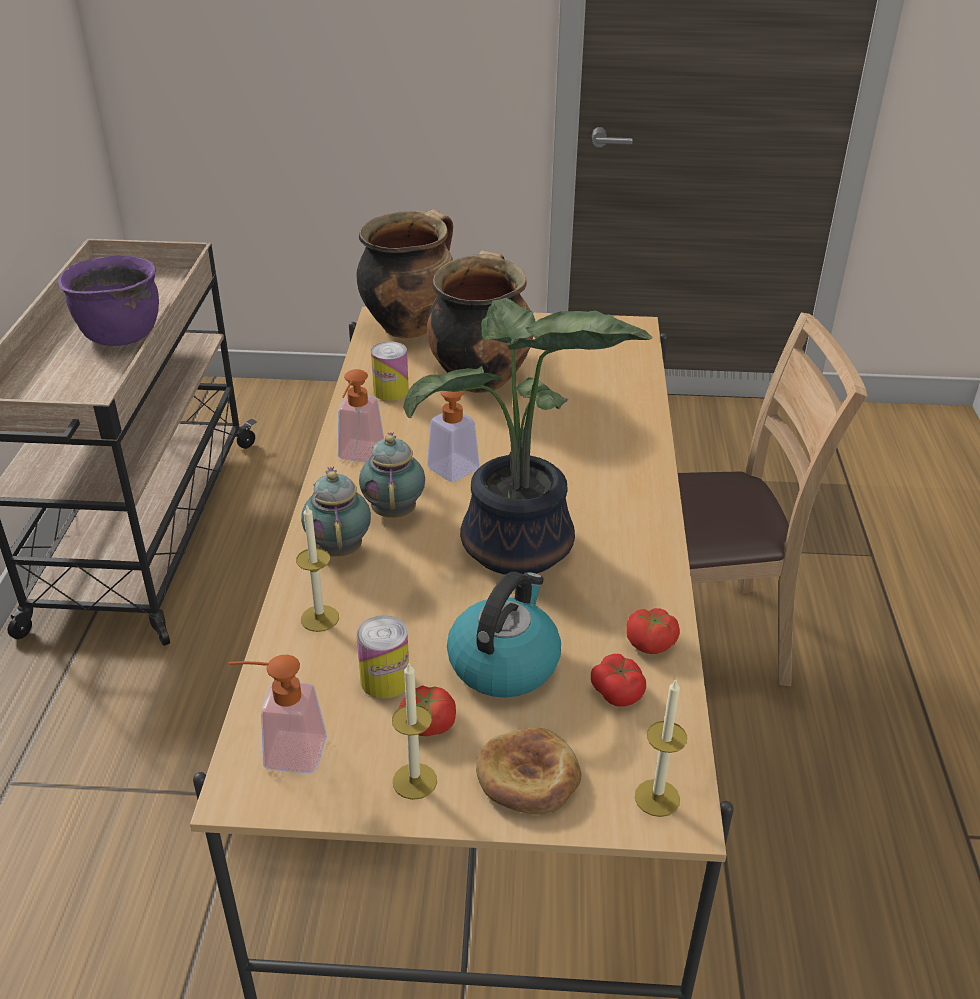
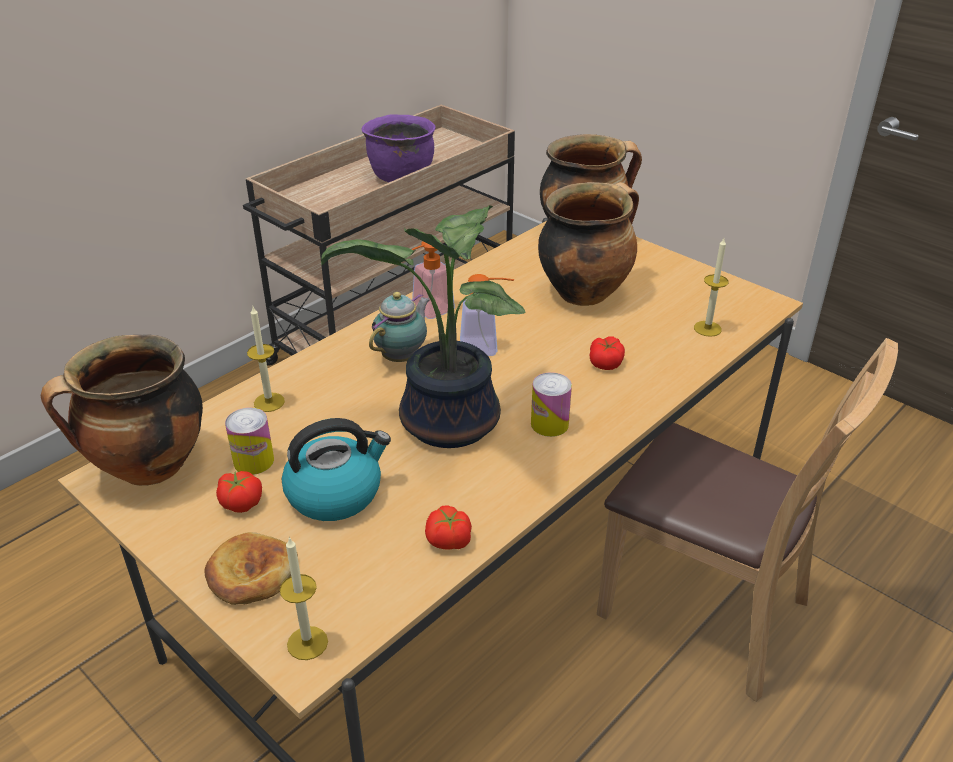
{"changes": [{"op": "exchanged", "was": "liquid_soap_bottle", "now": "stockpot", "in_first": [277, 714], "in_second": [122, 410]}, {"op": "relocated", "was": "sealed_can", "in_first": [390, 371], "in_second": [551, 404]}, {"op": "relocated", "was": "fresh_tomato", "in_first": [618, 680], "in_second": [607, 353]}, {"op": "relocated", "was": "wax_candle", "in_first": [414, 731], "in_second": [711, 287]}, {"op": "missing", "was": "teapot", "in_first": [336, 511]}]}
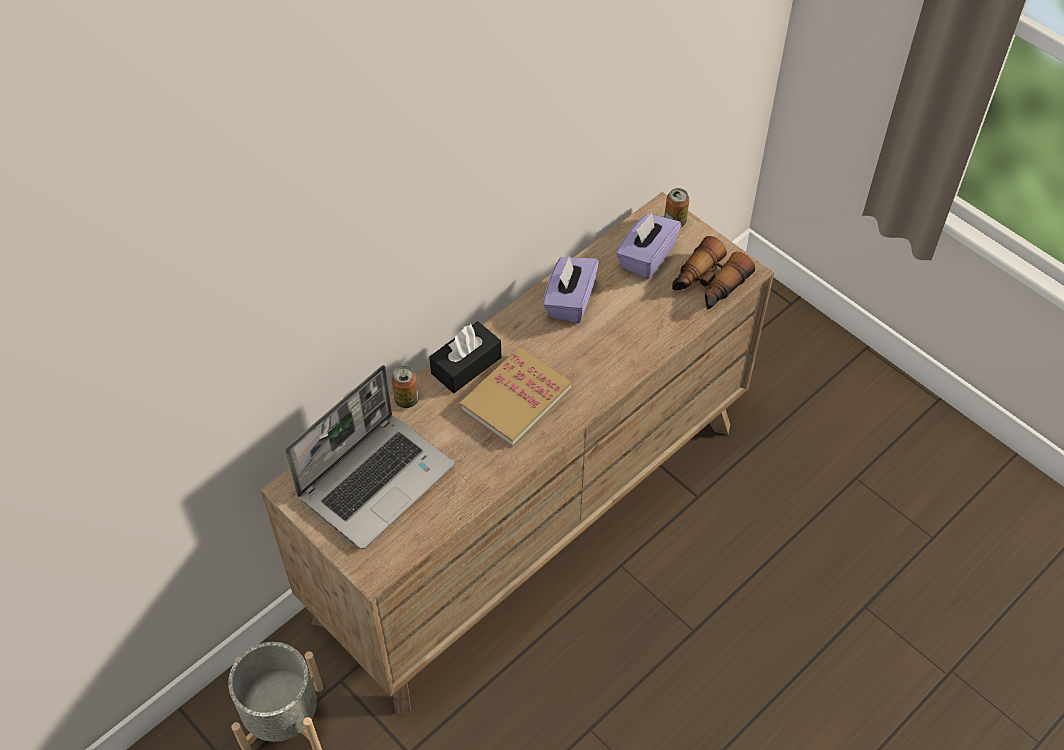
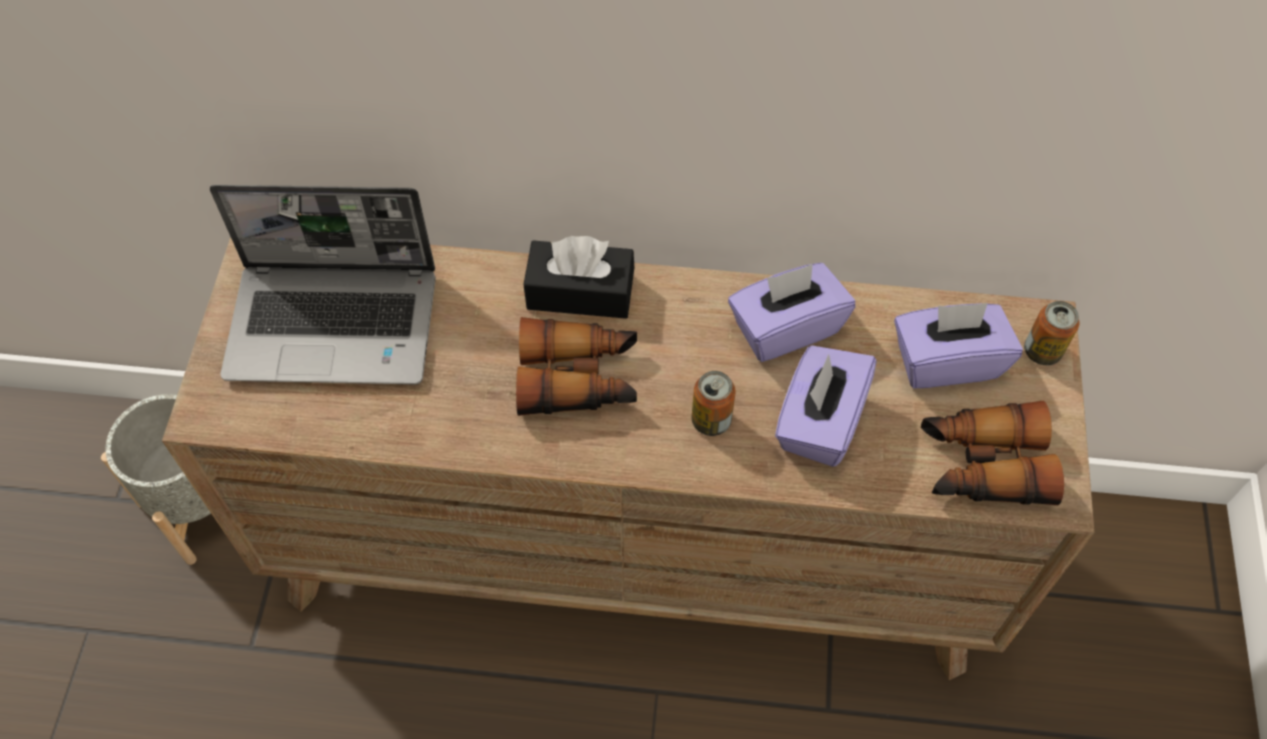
{"changes": [{"op": "exchanged", "was": "volume", "now": "binoculars", "in_first": [515, 397], "in_second": [576, 366]}, {"op": "relocated", "was": "sealed_can", "in_first": [405, 387], "in_second": [714, 403]}, {"op": "appeared", "now": "purplish_tissue_box", "in_second": [826, 406]}]}
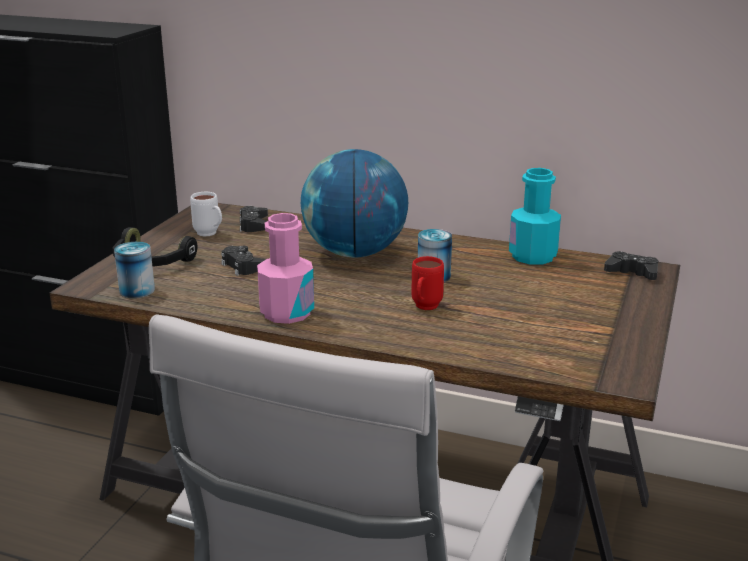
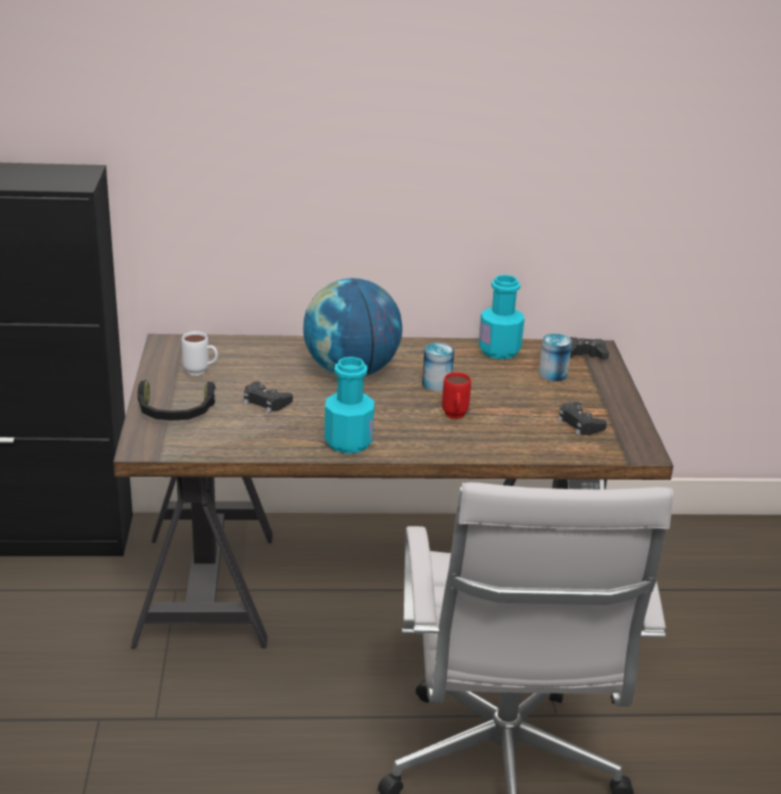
{"changes": [{"op": "colour", "was": "pink_beverage_bottle", "now": "turquoise_beverage_bottle", "in_first": [285, 268], "in_second": [349, 405]}, {"op": "relocated", "was": "sealed_can", "in_first": [134, 270], "in_second": [555, 358]}, {"op": "relocated", "was": "black_gamepad", "in_first": [254, 219], "in_second": [582, 418]}]}
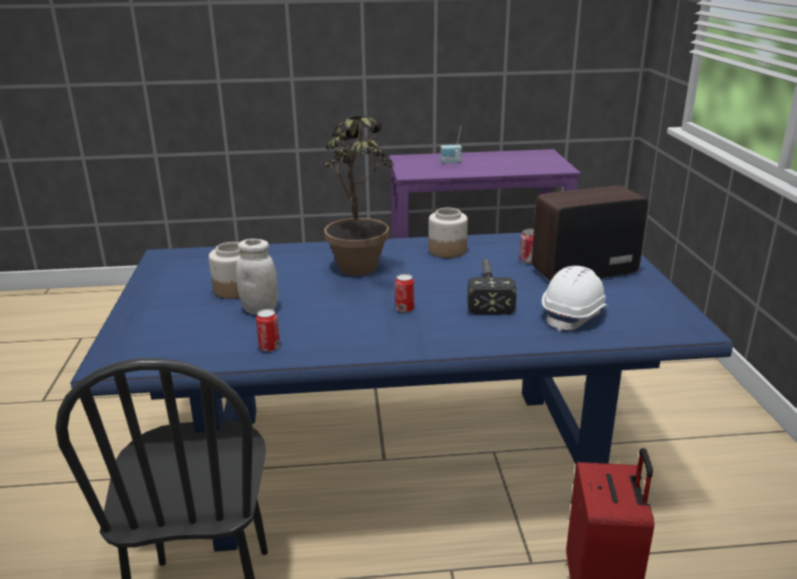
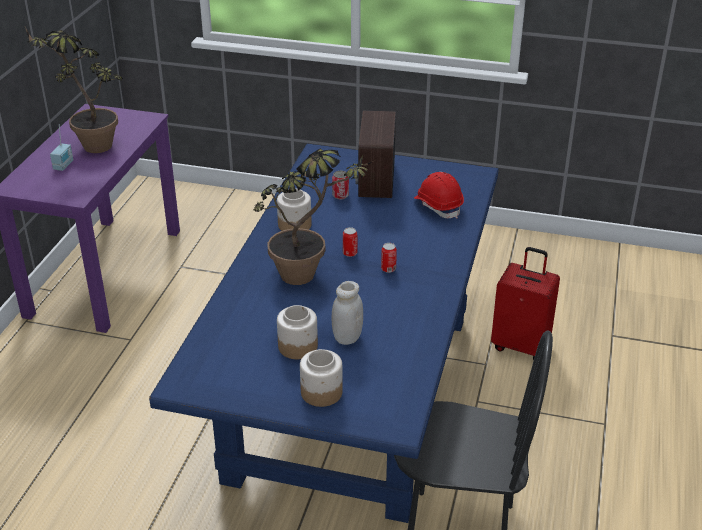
{"changes": [{"op": "appeared", "now": "plant_in_a_pot", "in_second": [74, 90]}, {"op": "appeared", "now": "storage_jar", "in_second": [321, 378]}, {"op": "relocated", "was": "sealed_can", "in_first": [268, 330], "in_second": [350, 242]}, {"op": "colour", "was": "white-coloured_safety_helmet", "now": "reddish_safety_helmet", "in_first": [575, 299], "in_second": [439, 195]}, {"op": "missing", "was": "hammer", "in_first": [491, 286]}]}
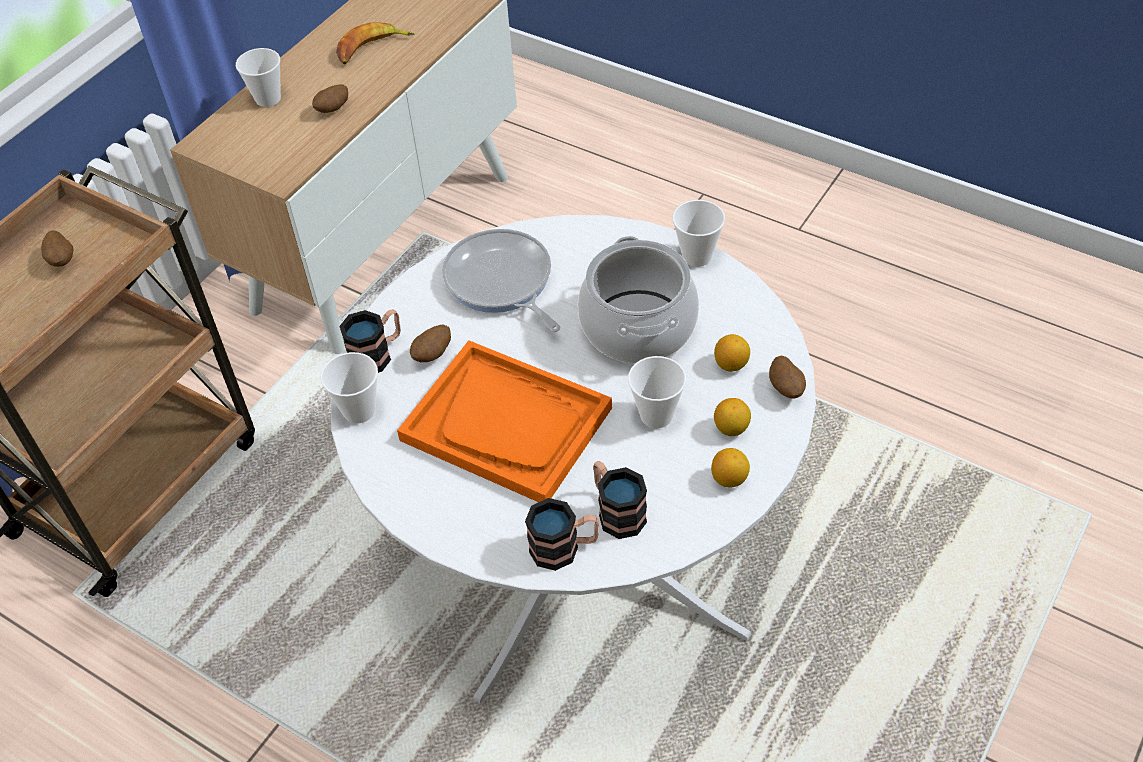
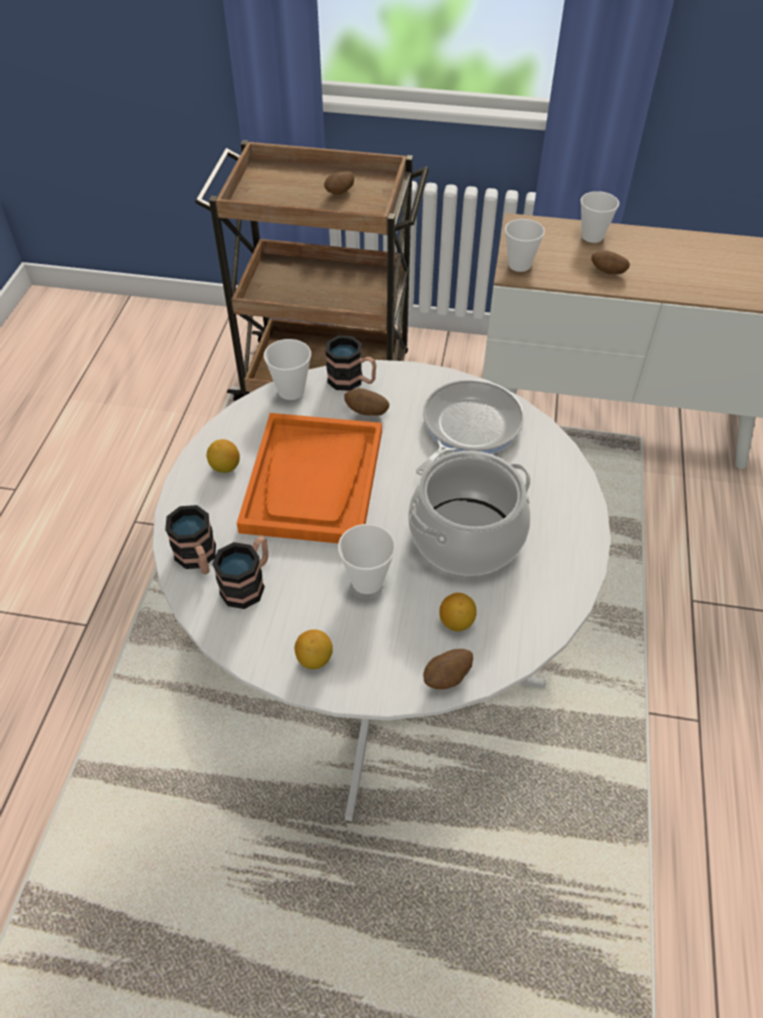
{"changes": [{"op": "relocated", "was": "lemon", "in_first": [732, 417], "in_second": [223, 456]}, {"op": "relocated", "was": "cup", "in_first": [698, 233], "in_second": [525, 245]}, {"op": "missing", "was": "banana_fruit", "in_first": [375, 43]}]}
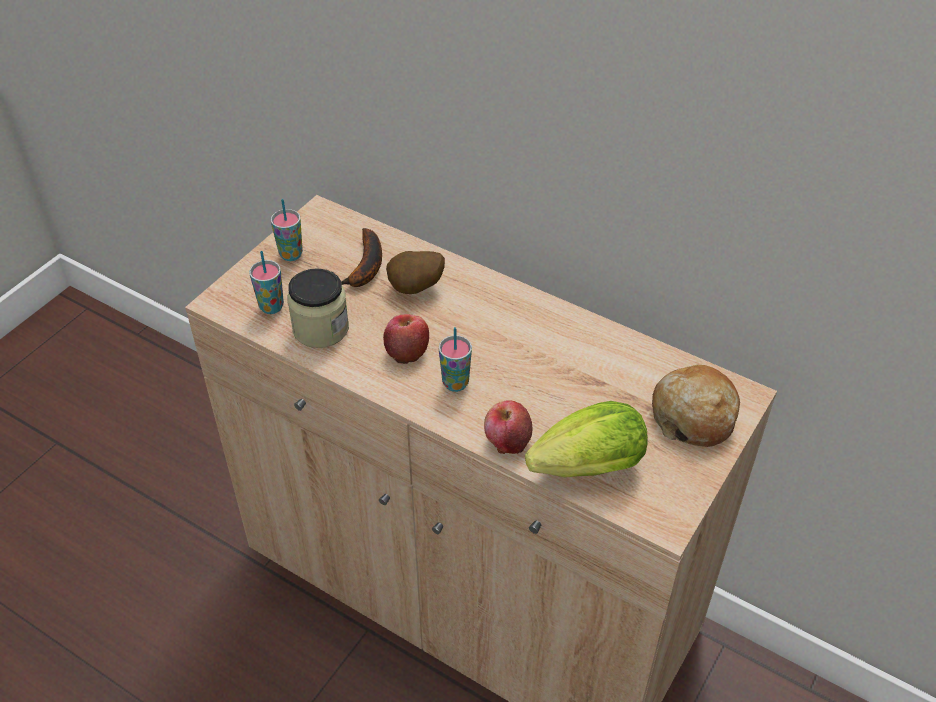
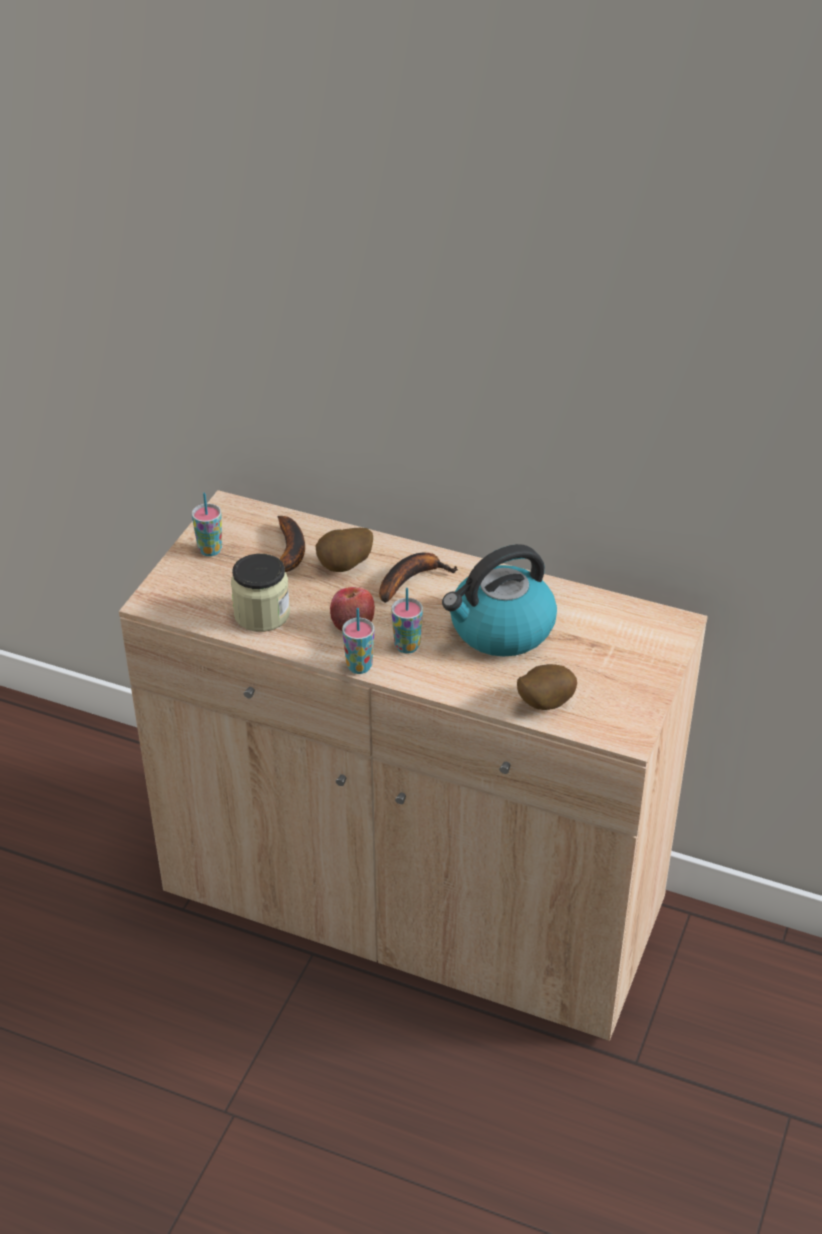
{"changes": [{"op": "relocated", "was": "cup", "in_first": [266, 282], "in_second": [358, 641]}, {"op": "appeared", "now": "banana_fruit", "in_second": [418, 577]}, {"op": "appeared", "now": "water_kettle", "in_second": [499, 600]}, {"op": "exchanged", "was": "head_of_lettuce", "now": "potato", "in_first": [586, 439], "in_second": [547, 687]}, {"op": "missing", "was": "apple_fruit", "in_first": [508, 427]}, {"op": "missing", "was": "bakery_bread", "in_first": [696, 406]}]}
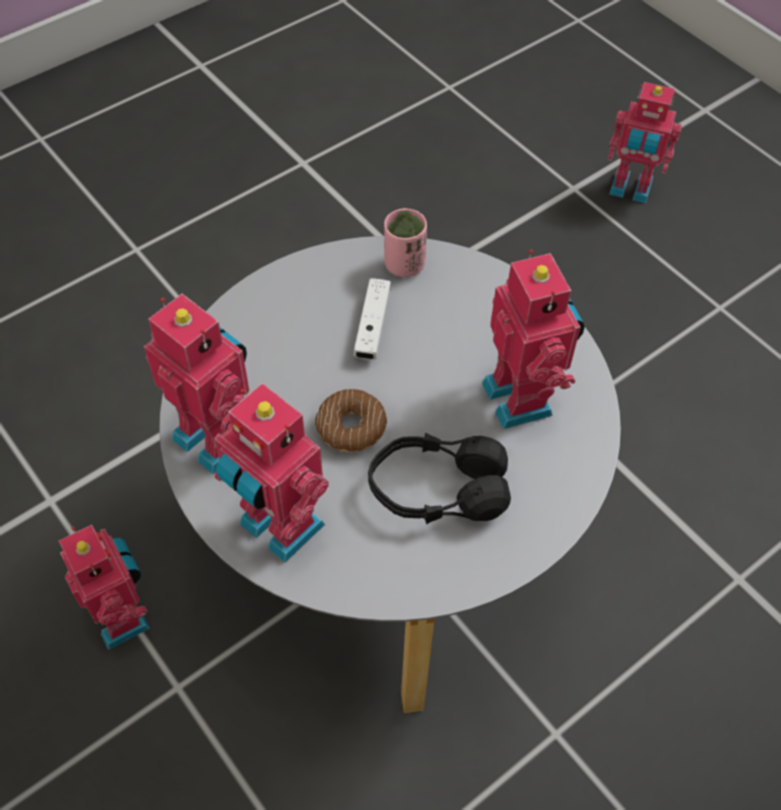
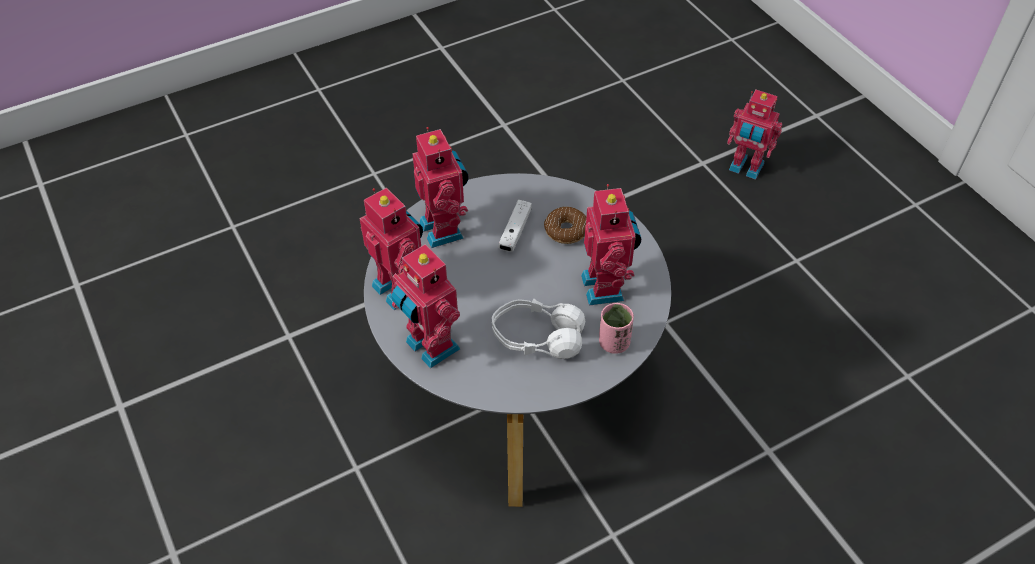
{"changes": [{"op": "relocated", "was": "toy_robot", "in_first": [104, 587], "in_second": [440, 187]}, {"op": "colour", "was": "black_pair_of_headphones", "now": "white-coloured_pair_of_headphones", "in_first": [439, 478], "in_second": [538, 329]}, {"op": "relocated", "was": "ring_doughnut", "in_first": [351, 420], "in_second": [565, 225]}, {"op": "relocated", "was": "pink_cup", "in_first": [405, 242], "in_second": [616, 328]}]}
